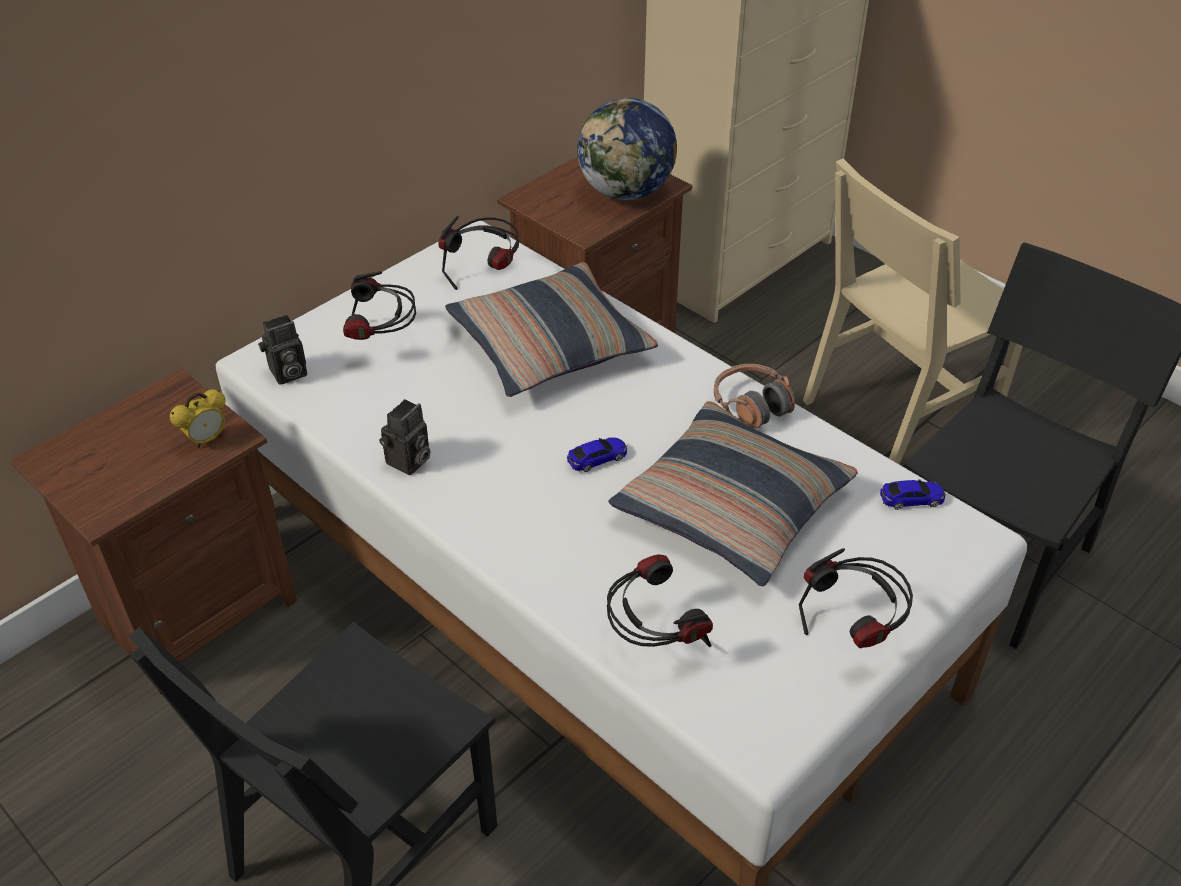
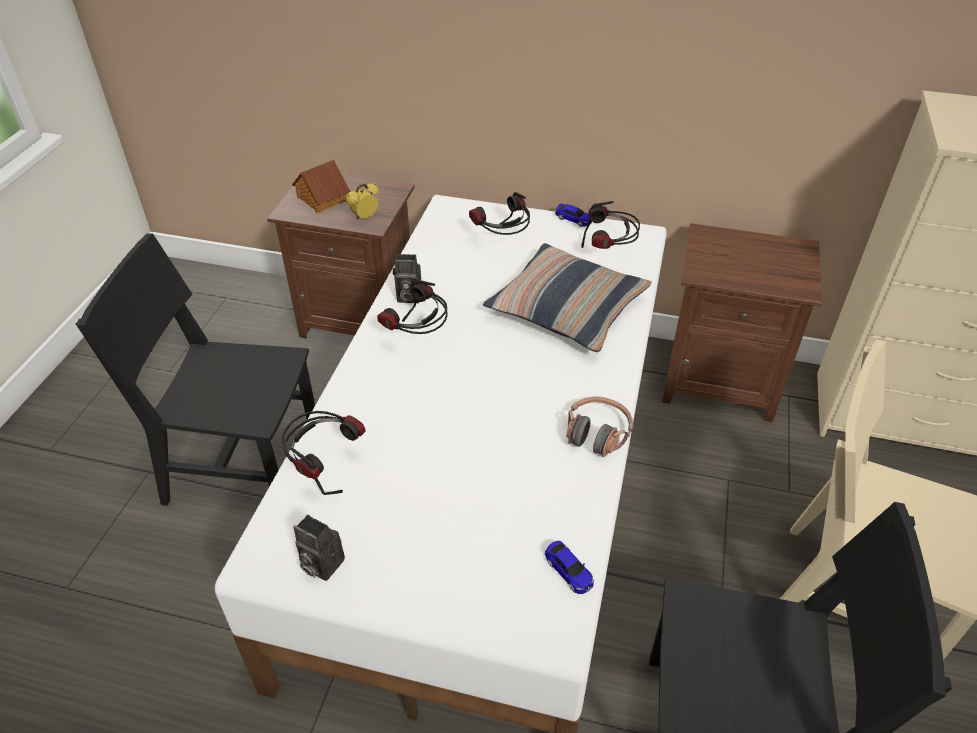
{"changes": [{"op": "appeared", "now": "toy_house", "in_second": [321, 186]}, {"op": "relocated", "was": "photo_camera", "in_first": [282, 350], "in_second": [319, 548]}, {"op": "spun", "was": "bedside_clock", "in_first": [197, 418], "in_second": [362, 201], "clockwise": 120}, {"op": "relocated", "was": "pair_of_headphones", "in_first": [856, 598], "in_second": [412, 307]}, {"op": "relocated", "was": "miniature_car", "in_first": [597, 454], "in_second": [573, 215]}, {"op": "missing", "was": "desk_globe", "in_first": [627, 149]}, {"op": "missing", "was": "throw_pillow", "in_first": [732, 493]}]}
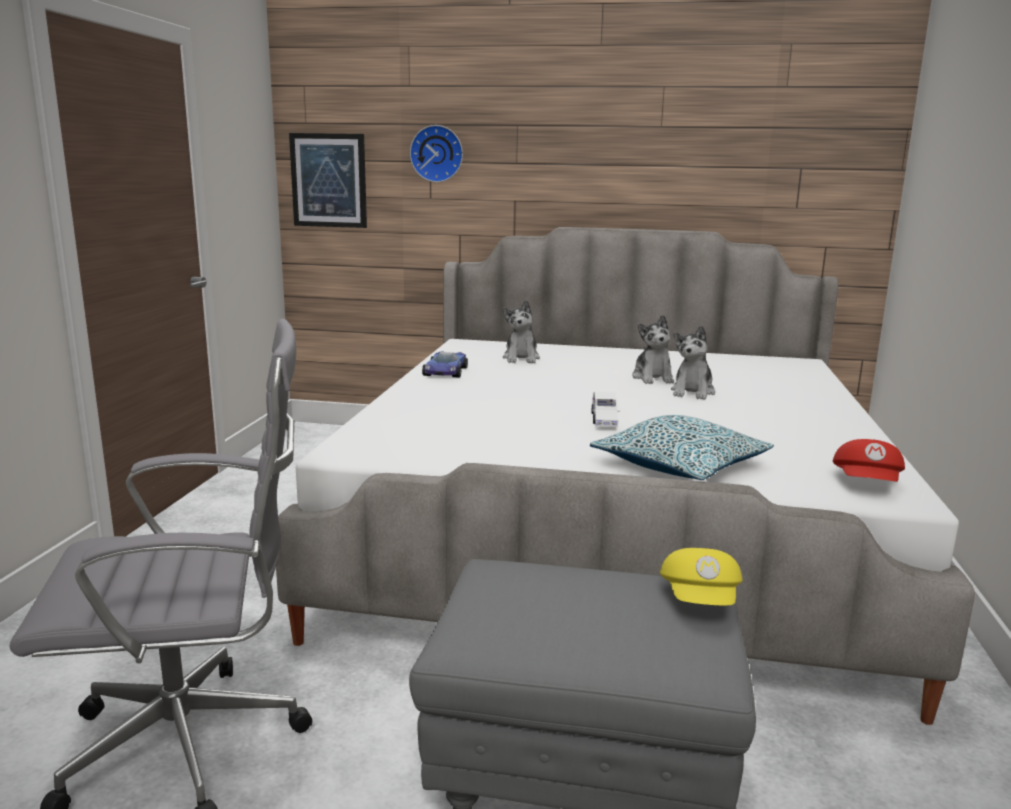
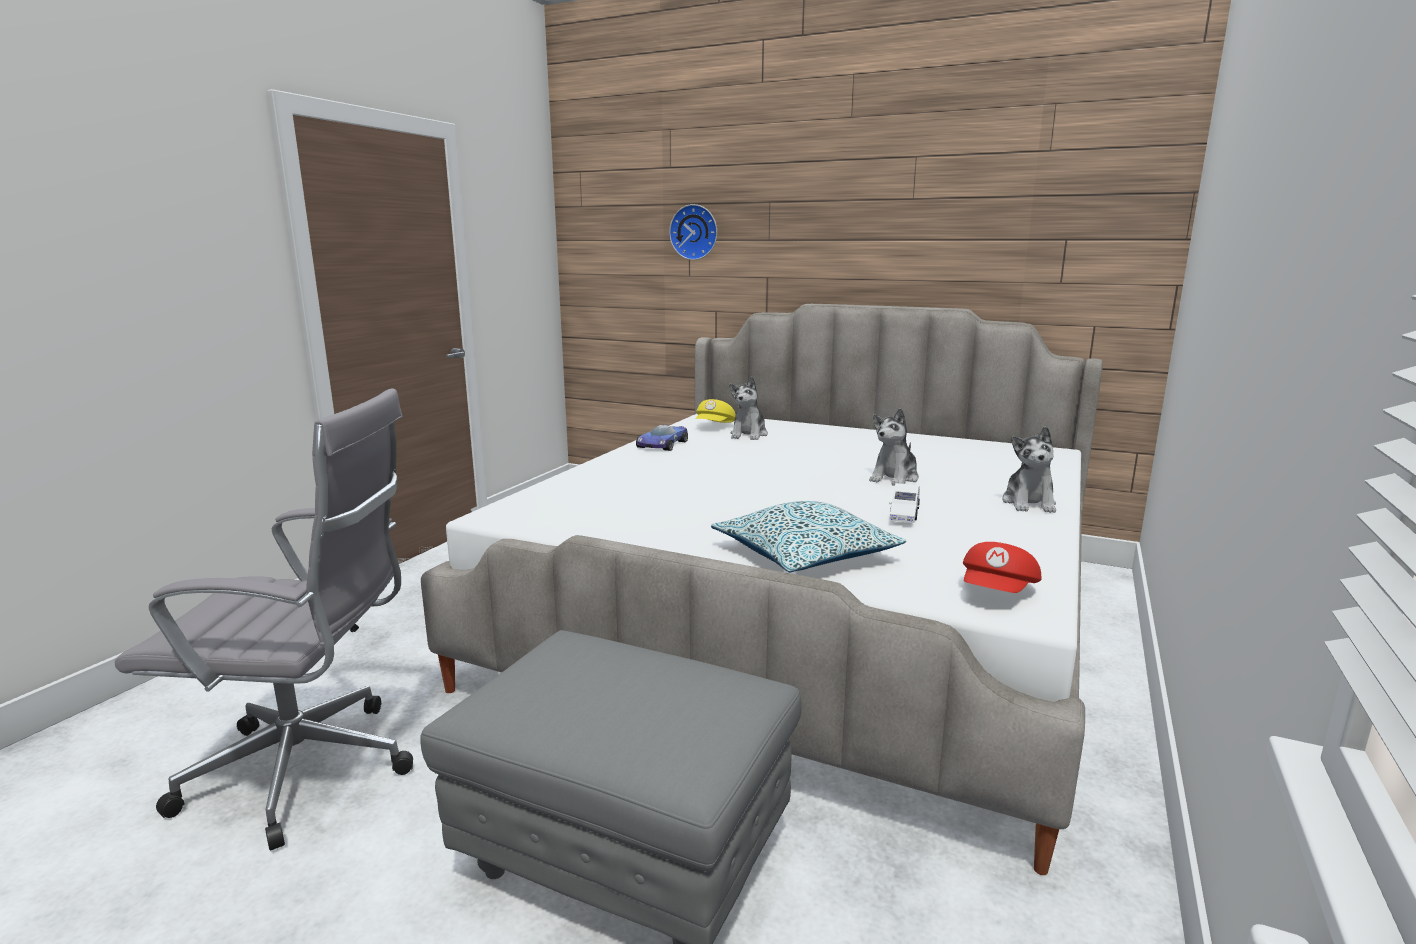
{"changes": [{"op": "relocated", "was": "yellow_peaked_cap", "in_first": [701, 576], "in_second": [715, 411]}, {"op": "relocated", "was": "white-coloured_miniature_car", "in_first": [606, 409], "in_second": [904, 503]}, {"op": "relocated", "was": "soft_toy", "in_first": [653, 349], "in_second": [1029, 469]}, {"op": "missing", "was": "wall_art", "in_first": [328, 180]}]}
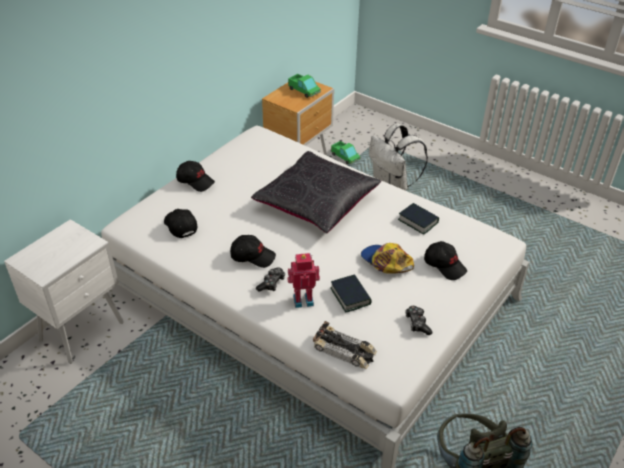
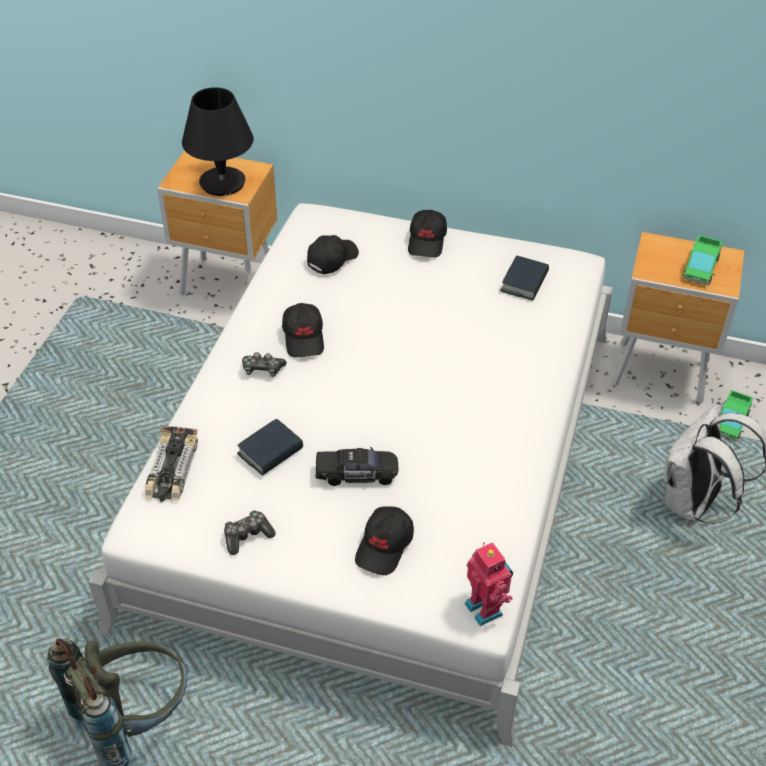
{"changes": [{"op": "colour", "was": "white-coloured_night_table", "now": "brownish_night_table", "in_first": [64, 291], "in_second": [217, 223]}, {"op": "appeared", "now": "black_lamp_for_a_table", "in_second": [218, 141]}, {"op": "exchanged", "was": "peaked_cap", "now": "black_miniature_car", "in_first": [387, 258], "in_second": [357, 466]}, {"op": "relocated", "was": "toy_robot", "in_first": [304, 280], "in_second": [489, 584]}, {"op": "relocated", "was": "volume", "in_first": [418, 219], "in_second": [524, 278]}, {"op": "missing", "was": "black_throw_pillow", "in_first": [316, 192]}]}
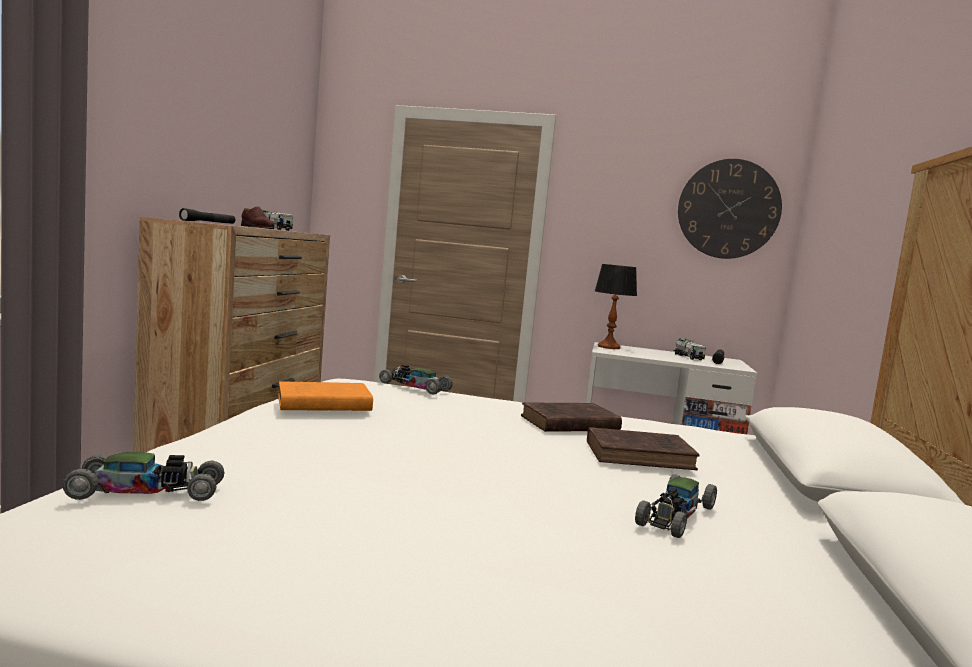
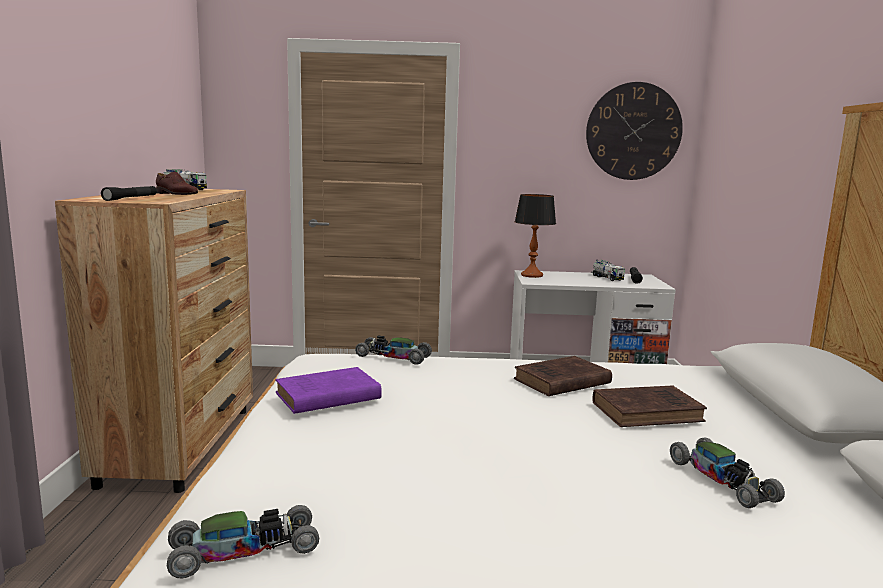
{"changes": [{"op": "colour", "was": "orangey_volume", "now": "purplish_volume", "in_first": [325, 396], "in_second": [328, 390]}, {"op": "spun", "was": "miniature_car", "in_first": [676, 506], "in_second": [727, 472], "clockwise": -45}]}
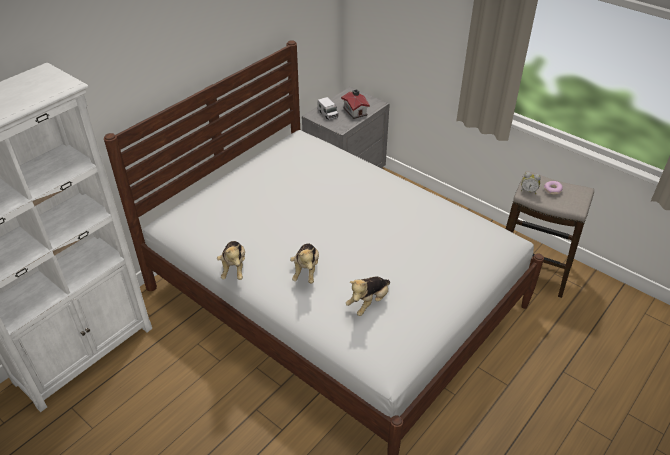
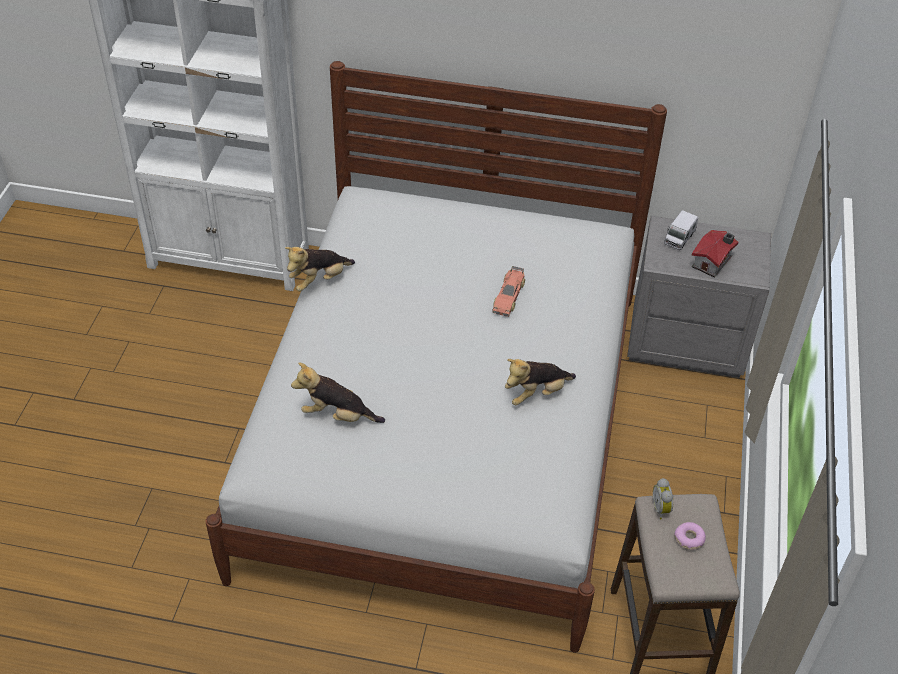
{"changes": [{"op": "appeared", "now": "miniature_car", "in_second": [508, 291]}, {"op": "relocated", "was": "soft_toy", "in_first": [304, 263], "in_second": [540, 382]}]}
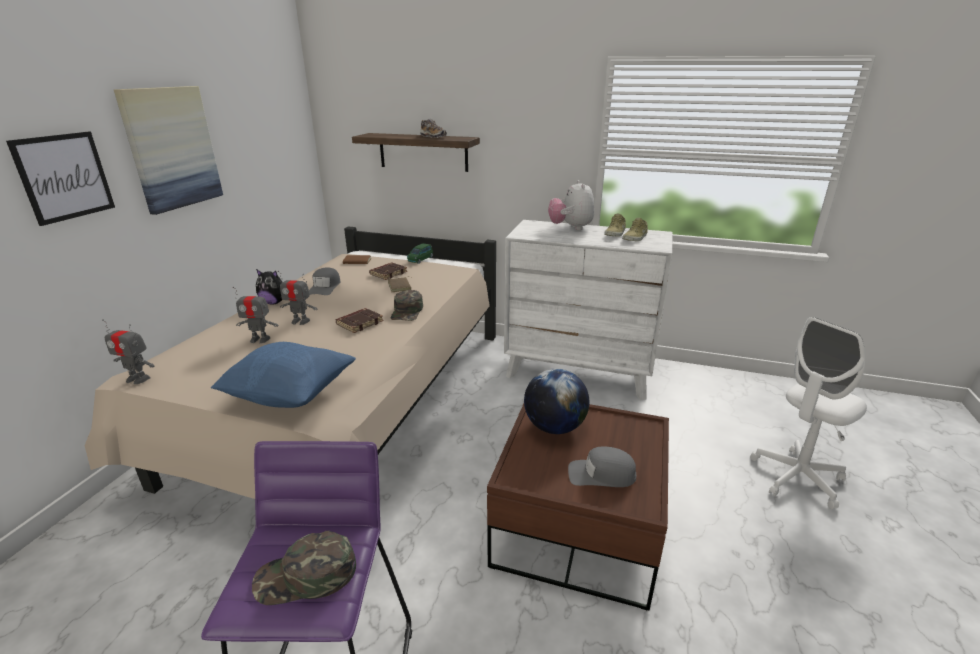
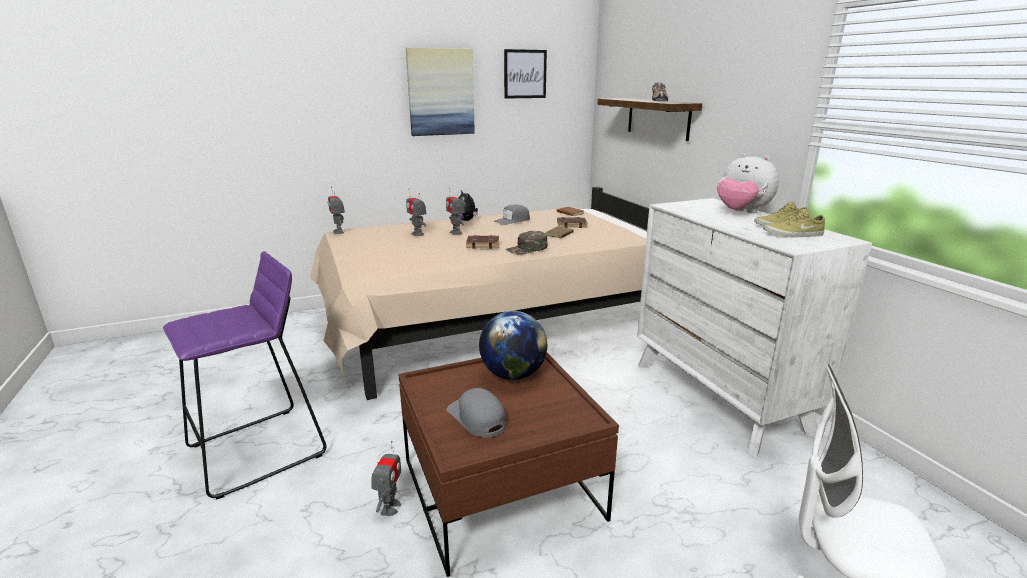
{"changes": [{"op": "appeared", "now": "toy_robot", "in_second": [386, 478]}, {"op": "relocated", "was": "wall_art", "in_first": [60, 179], "in_second": [525, 74]}, {"op": "spun", "was": "soft_toy", "in_first": [571, 205], "in_second": [748, 183], "clockwise": -90}, {"op": "missing", "was": "blue-coloured_throw_pillow", "in_first": [283, 375]}, {"op": "missing", "was": "green-coloured_peaked_cap", "in_first": [304, 568]}, {"op": "missing", "was": "green-coloured_miniature_car", "in_first": [420, 253]}]}
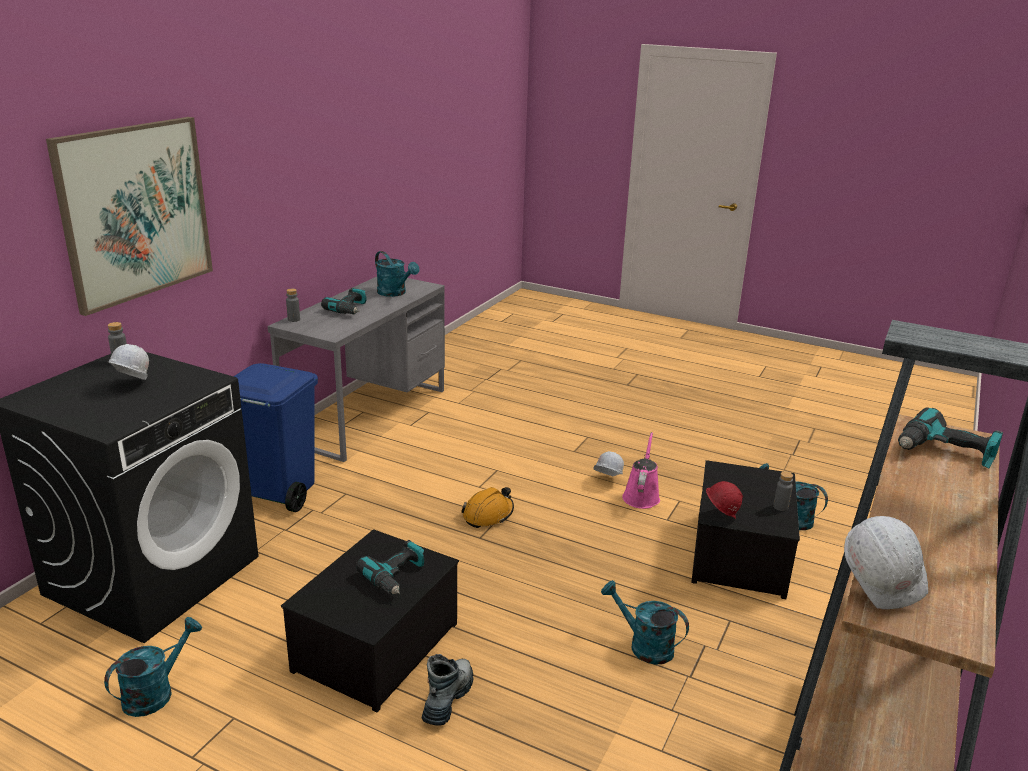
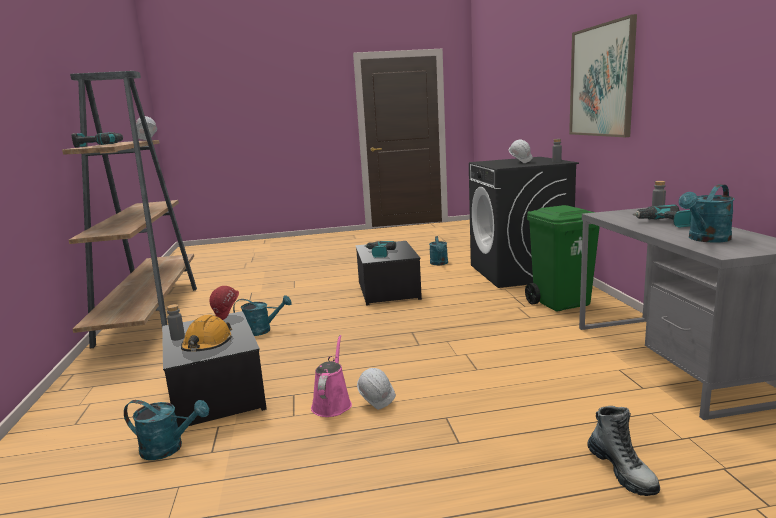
{"changes": [{"op": "relocated", "was": "orangey_safety_helmet", "in_first": [487, 507], "in_second": [206, 333]}, {"op": "spun", "was": "pink_sprinkling_can", "in_first": [641, 470], "in_second": [331, 376], "clockwise": -150}, {"op": "colour", "was": "blue-coloured_waste_bin", "now": "green-coloured_waste_bin", "in_first": [276, 437], "in_second": [562, 258]}, {"op": "relocated", "was": "high-top_boot", "in_first": [447, 690], "in_second": [624, 451]}, {"op": "spun", "was": "turquoise_sprinkling_can", "in_first": [397, 274], "in_second": [707, 213], "clockwise": -45}]}
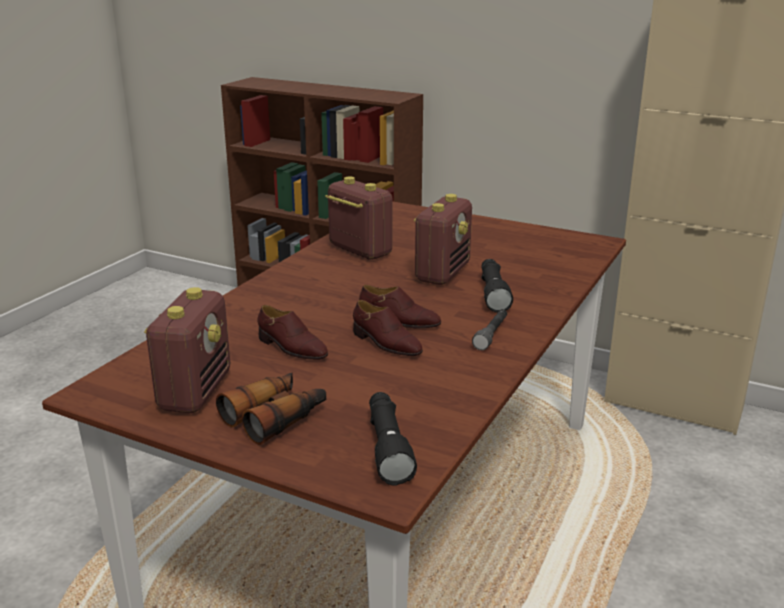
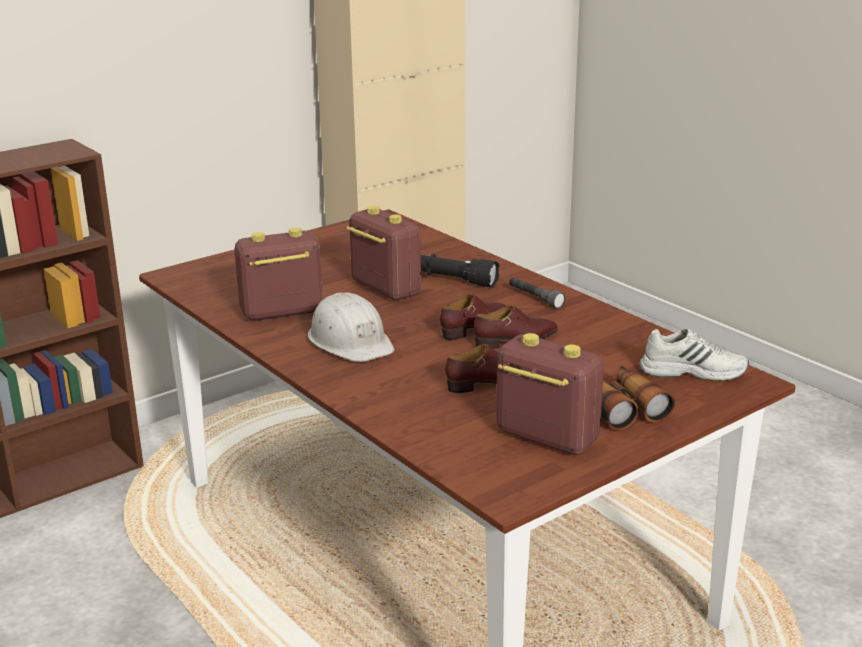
{"changes": [{"op": "appeared", "now": "white-coloured_safety_helmet", "in_second": [351, 327]}, {"op": "exchanged", "was": "black_flashlight", "now": "white-coloured_low_shoe", "in_first": [393, 439], "in_second": [694, 354]}]}
